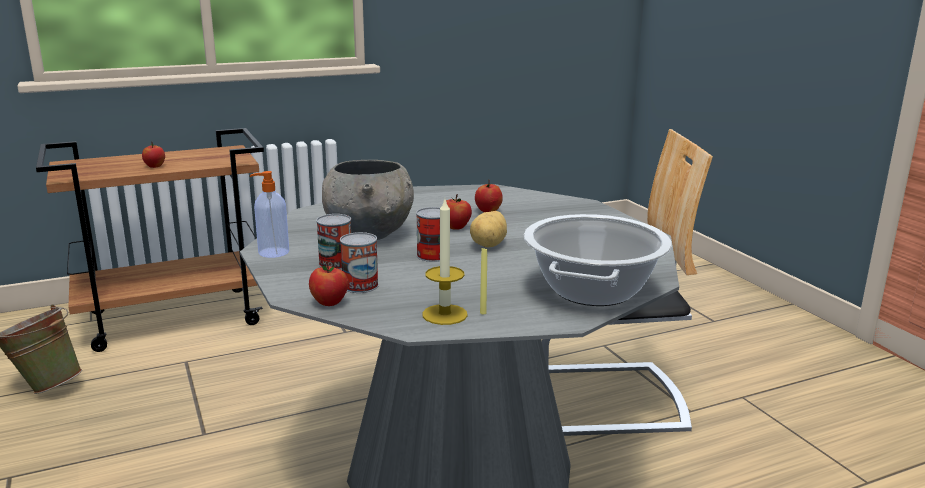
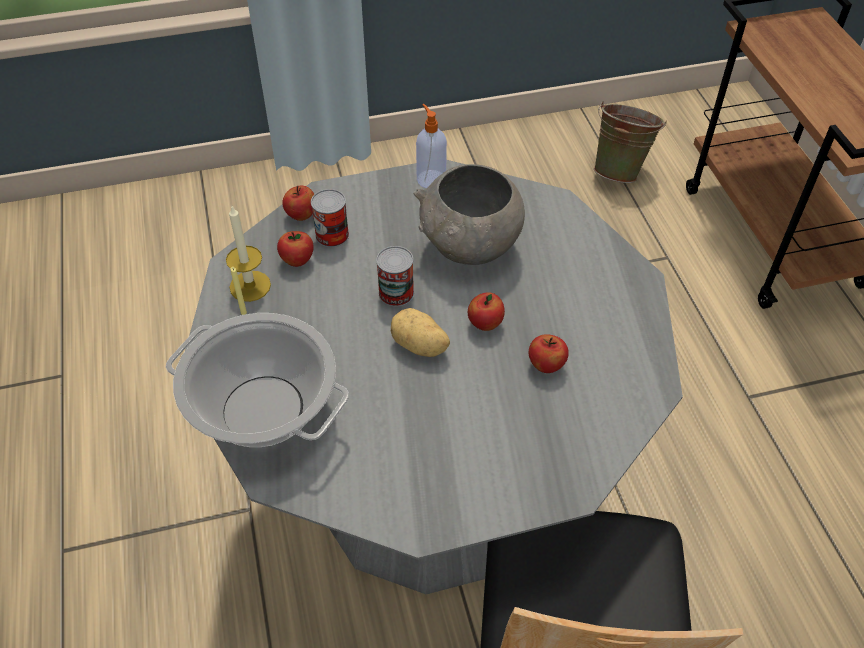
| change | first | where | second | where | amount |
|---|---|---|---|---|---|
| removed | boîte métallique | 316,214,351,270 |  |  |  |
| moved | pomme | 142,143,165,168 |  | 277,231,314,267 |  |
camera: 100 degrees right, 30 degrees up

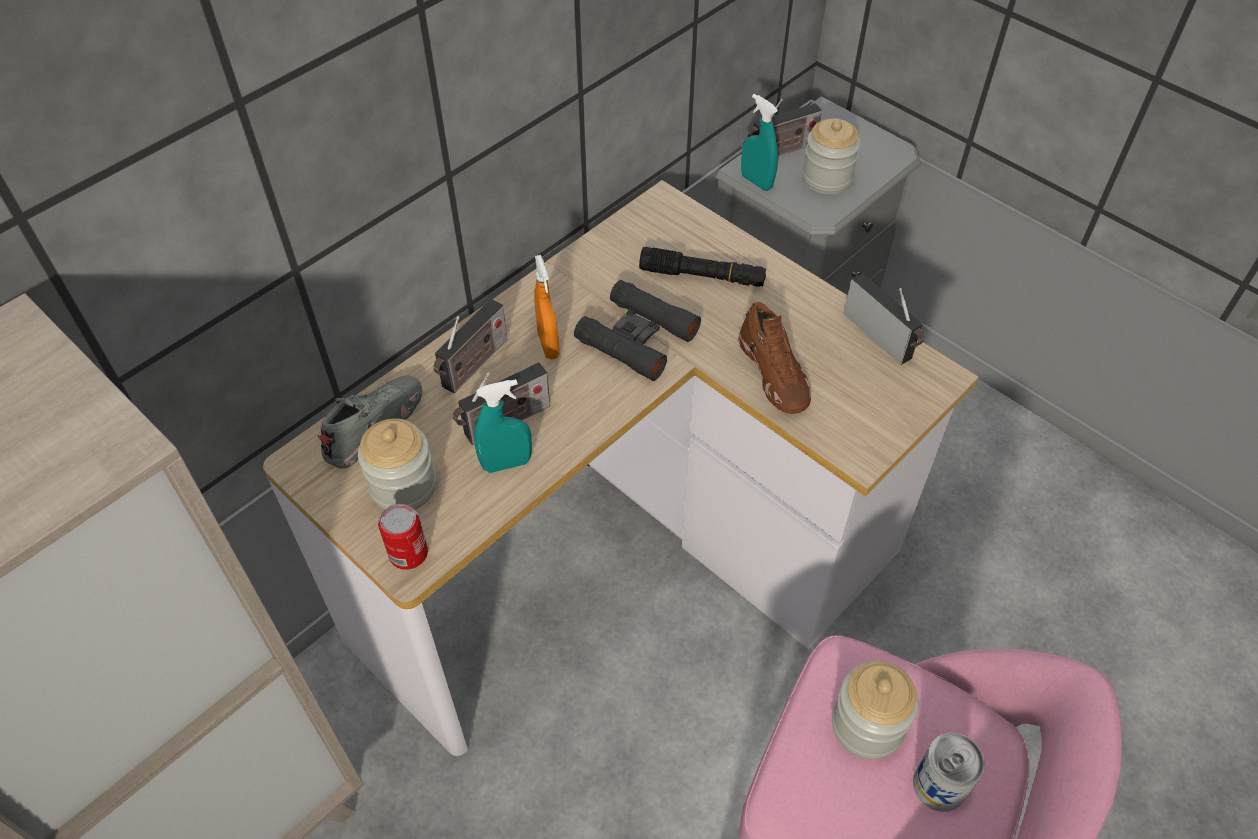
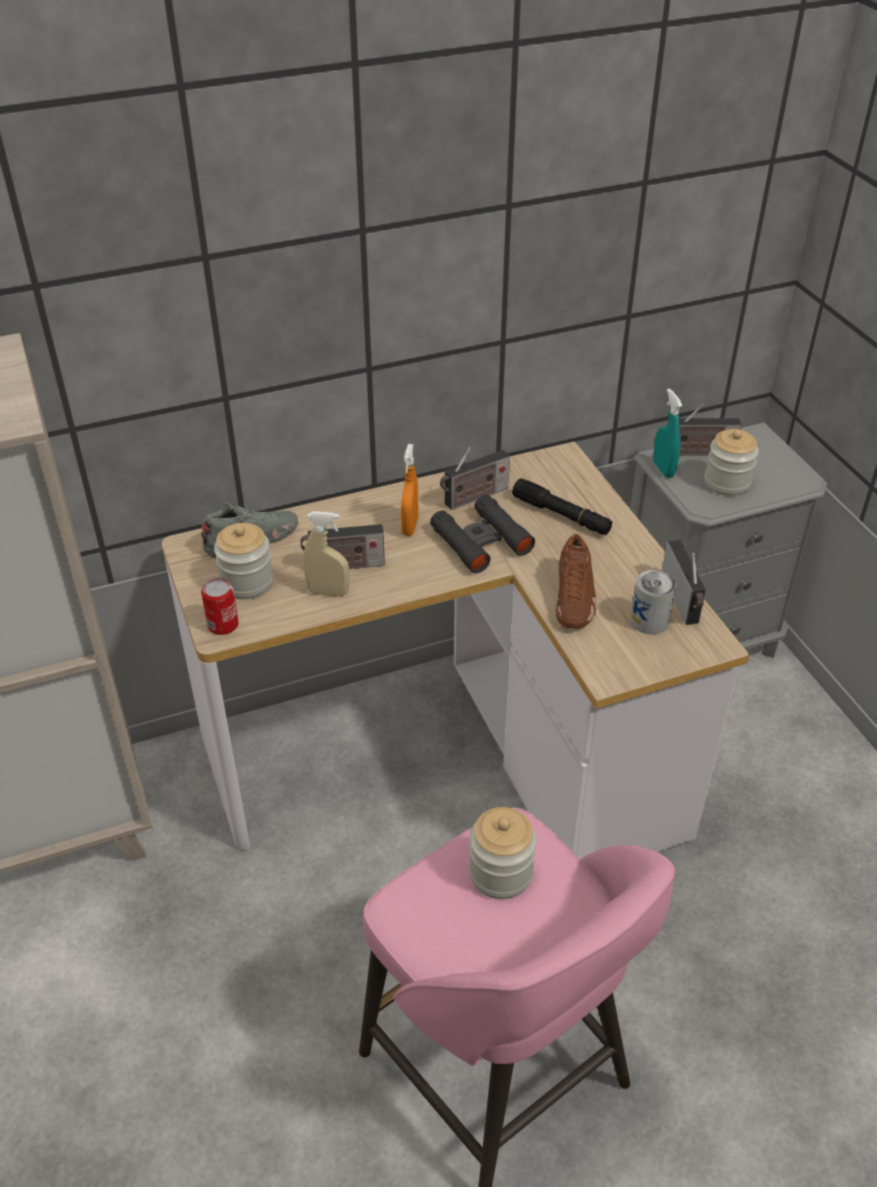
| change | first | where | second | where | amount |
|---|---|---|---|---|---|
| moved | radio | 433,299,507,393 |  | 440,447,510,510 |  |
| moved | boîte métallique | 913,733,985,812 |  | 630,570,676,635 |  |
| recoloured | vaporisateur/turquoise | 474,379,532,473 | vaporisateur/beige | 303,511,349,597 |  |
camera: 25 degrees right, 10 degrees down

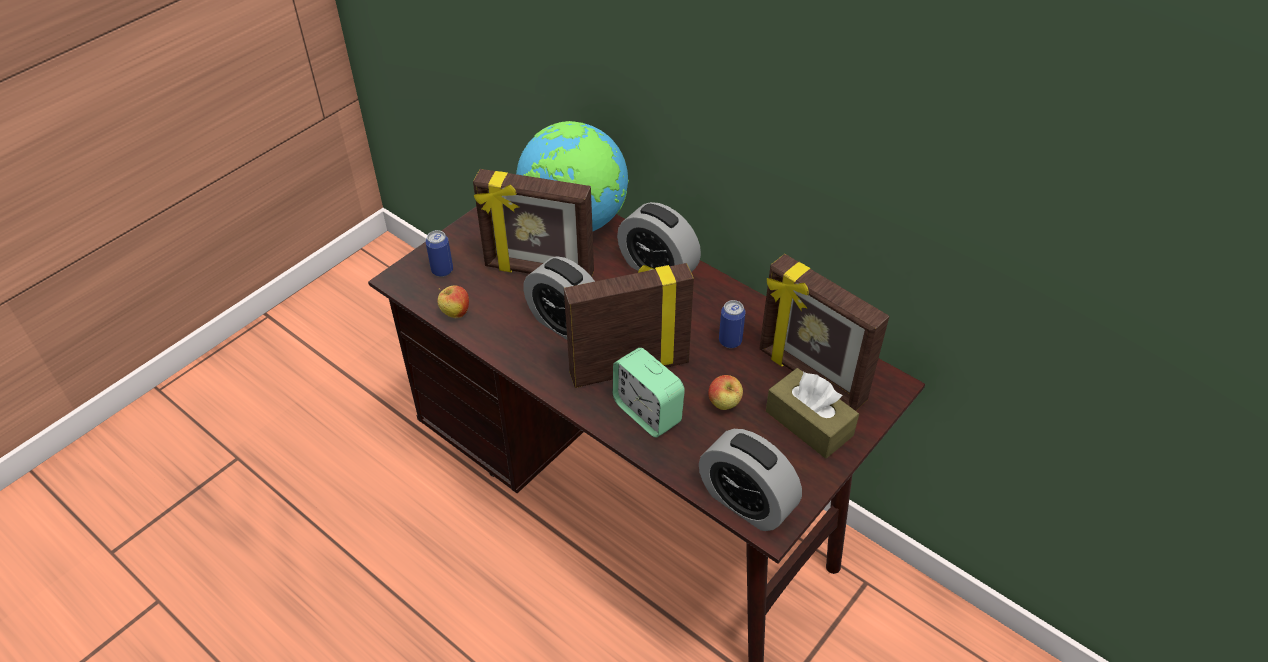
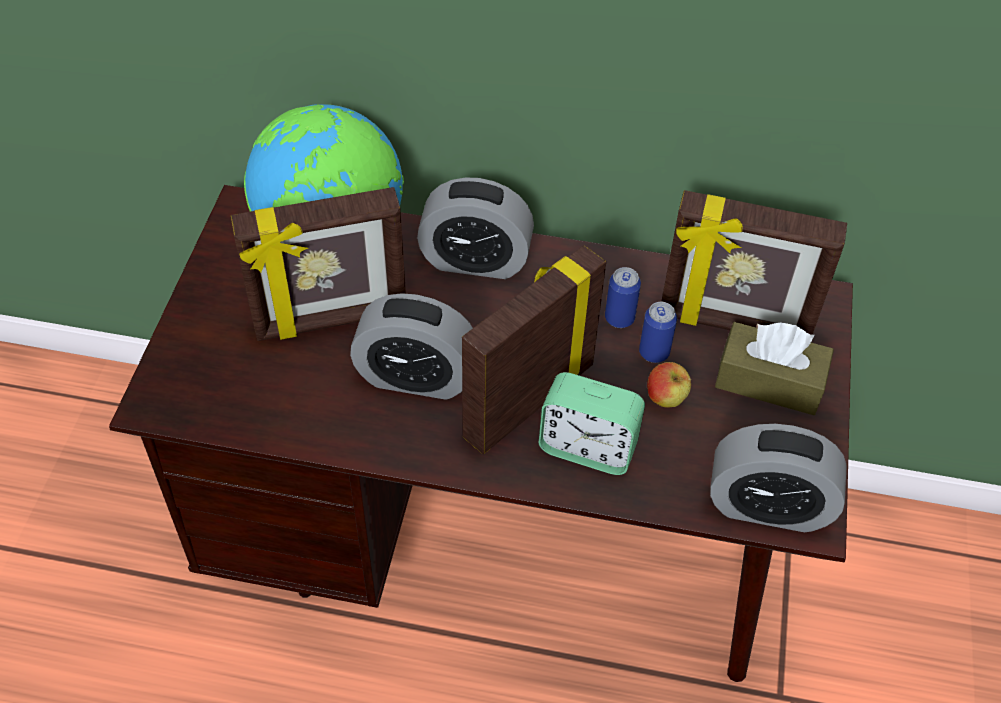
| change | first | where | second | where | amount |
|---|---|---|---|---|---|
| removed | pomme | 437,286,469,318 |  |  |  |
| moved | boîte métallique | 426,230,453,277 |  | 639,302,677,363 |  |
camera: 30 degrees left, 5 degrees up

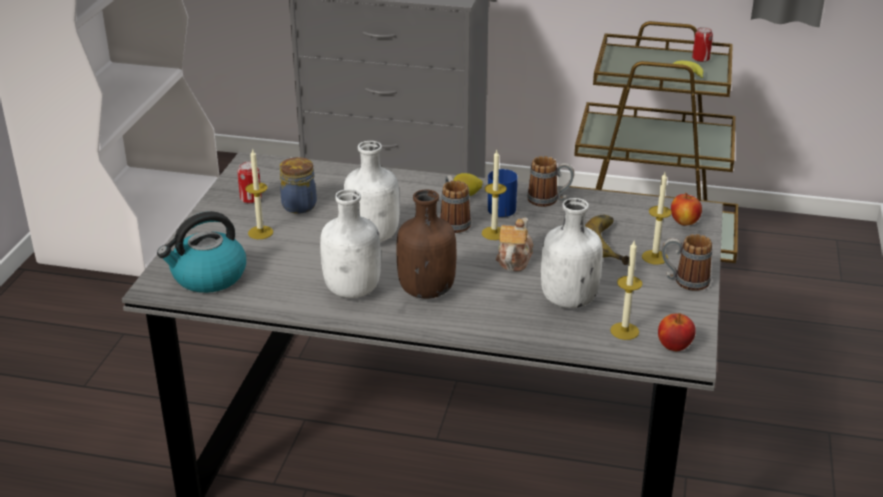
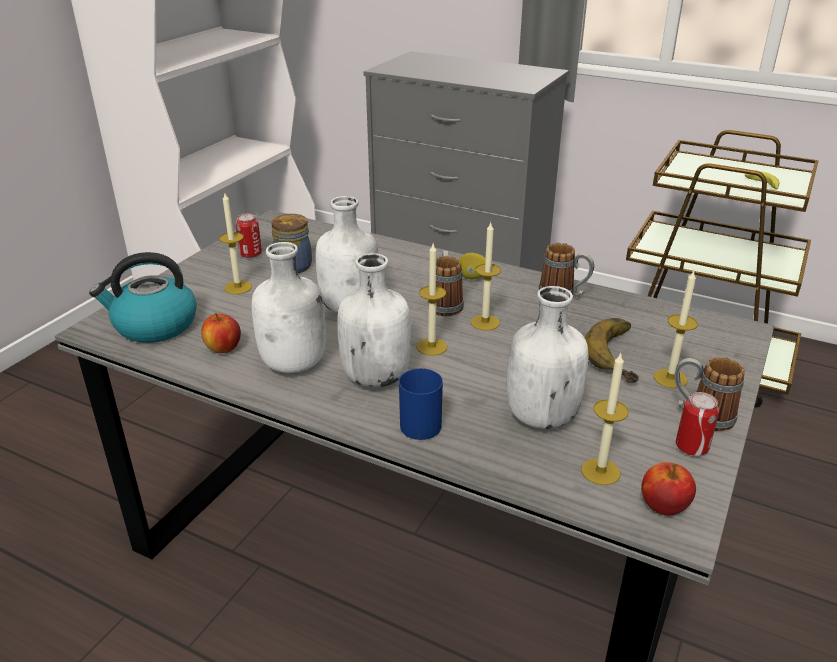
| change | first | where | second | where | amount |
|---|---|---|---|---|---|
| removed | théière | 496,218,533,271 |  |  |  |
| added |  |  | bougie | 417,244,447,356 |  |
| moved | mug/bleu | 488,169,518,217 |  | 399,367,443,440 |  |
| moved | pomme | 671,193,702,226 |  | 201,313,241,353 |  |
| moved | boîte métallique | 692,27,713,62 |  | 676,392,719,456 |  |
| recoloured | bouteille/marron | 397,189,456,299 | bouteille/blanc | 337,253,411,387 |  |
camera: 15 degrees right, 0 degrees up

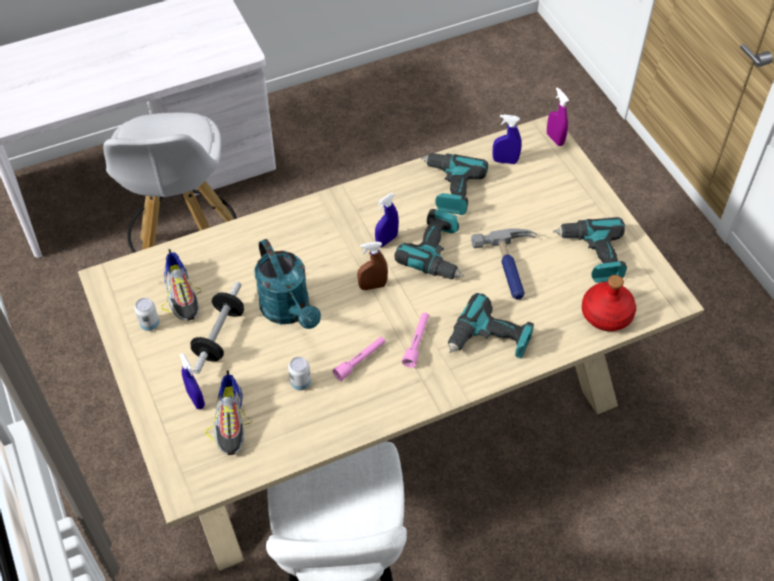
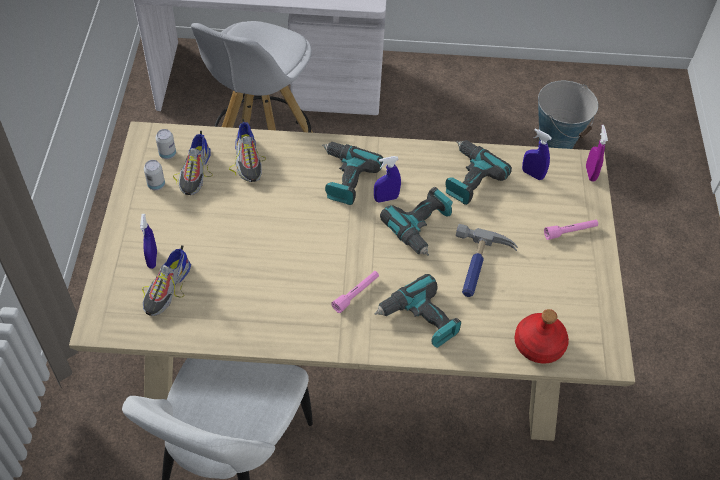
| change | first | where | second | where | amount |
|---|---|---|---|---|---|
| removed | haltère | 191,282,244,374 |  |  |  |
| removed | arrosoir/turquoise | 254,239,321,329 |  |  |  |
| removed | vaporisateur/marron | 357,242,388,290 |  |  |  |
| added |  |  | chaussure | 229,119,266,182 |  |
| added |  |  | seau | 538,81,598,149 |  |
| moved | boîte métallique | 288,357,311,391 |  | 156,129,176,159 |  |
| moved | lampe de poche/rose | 332,337,386,381 |  | 544,220,598,240 |  |
| moved | perceuse | 553,217,627,283 |  | 322,142,383,205 |  |
camera: 25 degrees right, 0 degrees up

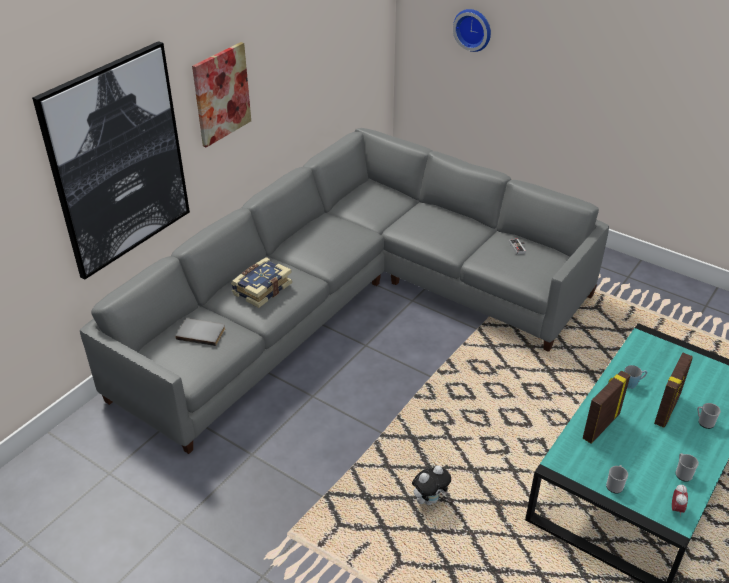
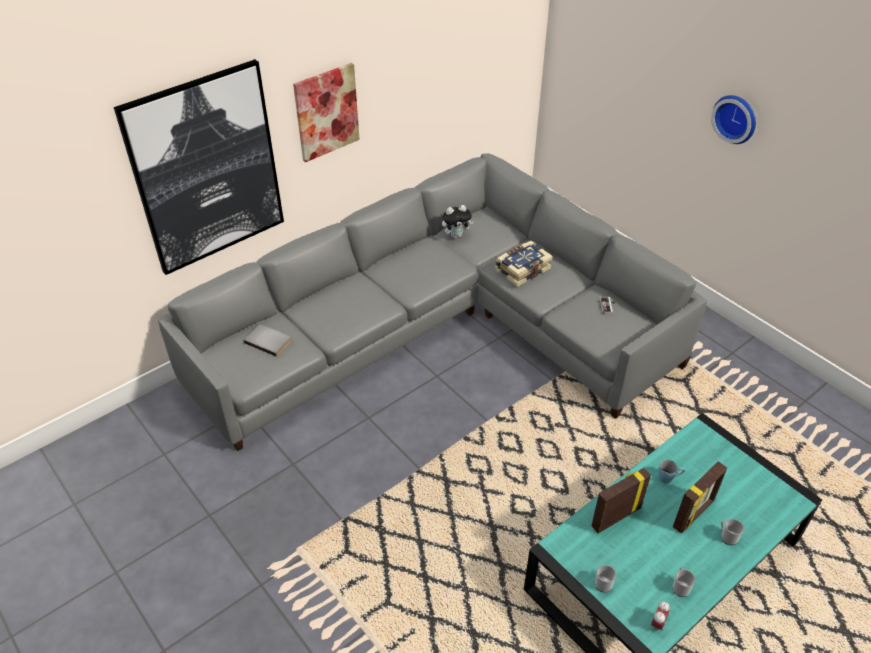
| change | first | where | second | where | amount |
|---|---|---|---|---|---|
| moved | livre | 231,257,292,308 |  | 495,241,553,287 |  |
| moved | peluche | 412,465,451,505 |  | 442,205,474,238 |  |
| moved | horloge murale | 453,9,491,52 |  | 711,95,756,144 |  |
camera: 15 degrees right, 5 degrees up

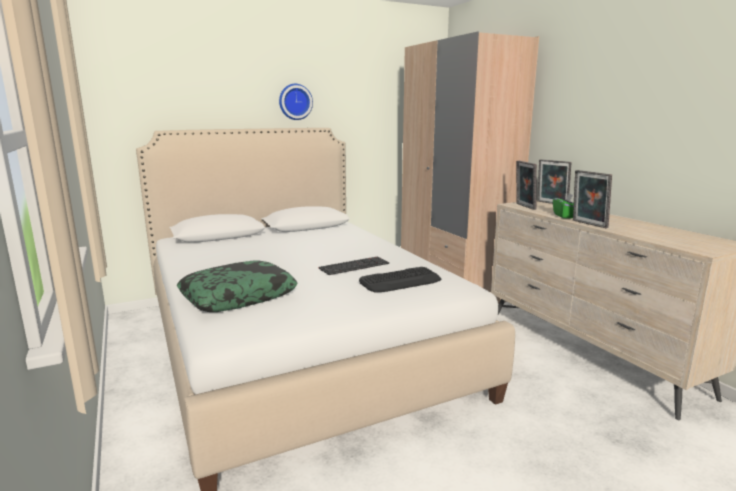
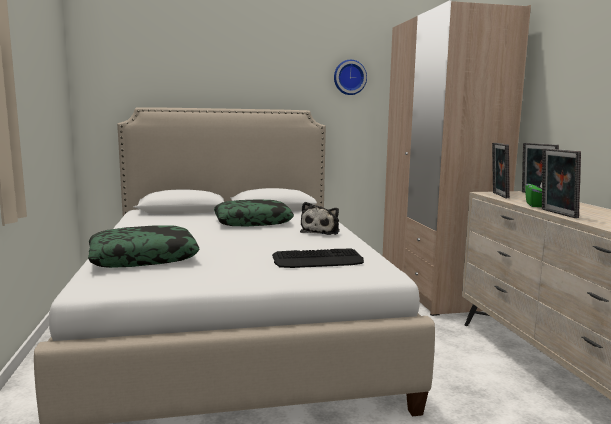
| change | first | where | second | where | amount |
|---|---|---|---|---|---|
| removed | clavier | 319,256,389,275 |  |  |  |
| added |  |  | coussin | 214,199,294,227 |  |
| added |  |  | peluche | 300,202,340,235 |  |
| moved | horloge murale | 279,84,313,120 |  | 334,60,367,95 |  |
camera: 15 degrees right, 5 degrees down

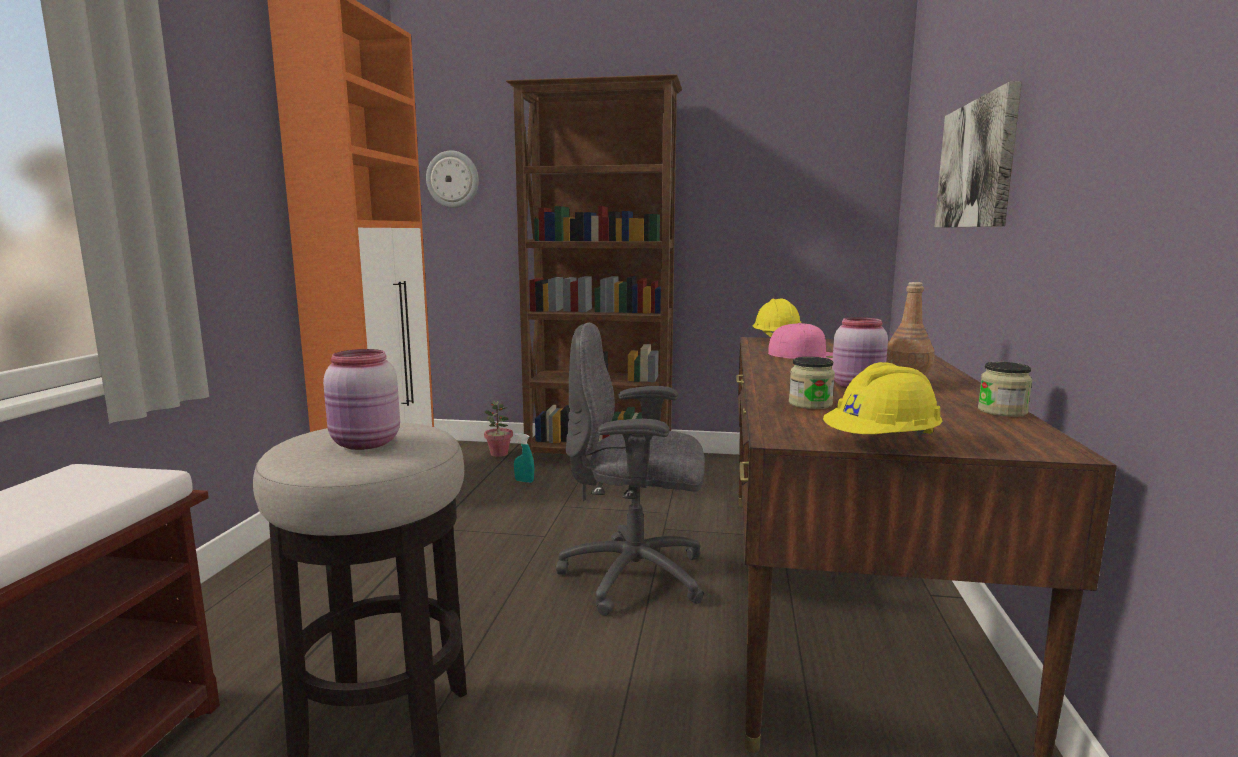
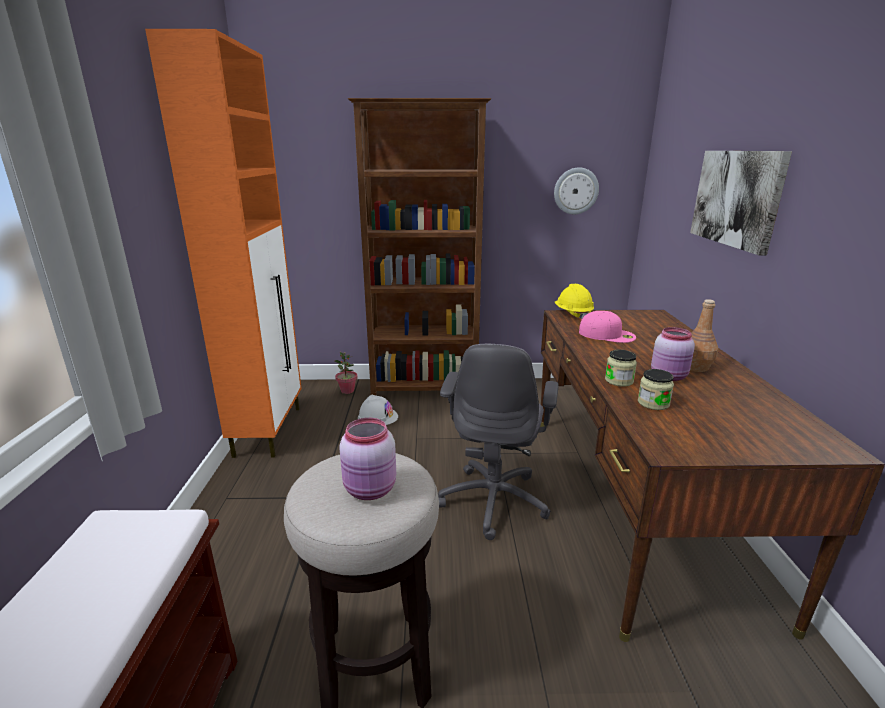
| change | first | where | second | where | amount |
|---|---|---|---|---|---|
| removed | casque de chantier/jaune | 823,362,943,436 |  |  |  |
| moved | horloge murale | 426,150,479,208 |  | 554,167,599,214 |  |
| moved | bocal | 978,362,1032,417 |  | 605,350,637,387 |  |
| replaced | vaporisateur/turquoise | 514,433,534,483 | casque de chantier/blanc | 358,395,398,425 |  |
| turned | chaise de bureau/gris | 556,323,705,616 |  | 438,344,559,540 | 75 degrees counterclockwise |
camera: 10 degrees left, 10 degrees up

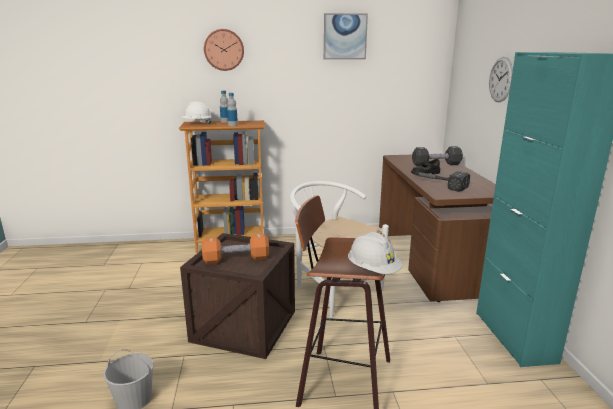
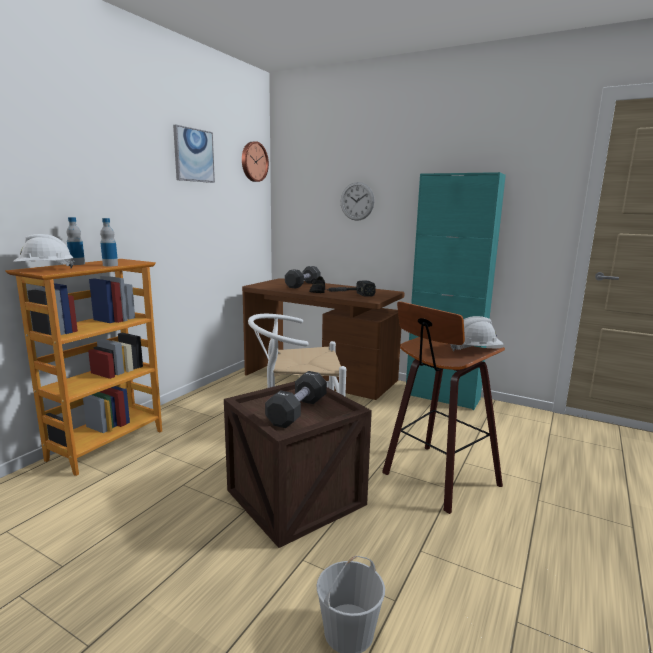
| change | first | where | second | where | amount |
|---|---|---|---|---|---|
| moved | horloge murale | 204,29,244,71 |  | 242,141,269,182 |  |
| recoloured | haltère/orange | 202,233,269,264 | haltère/noir | 265,371,327,428 |  |
camera: 55 degrees left, 5 degrees down

